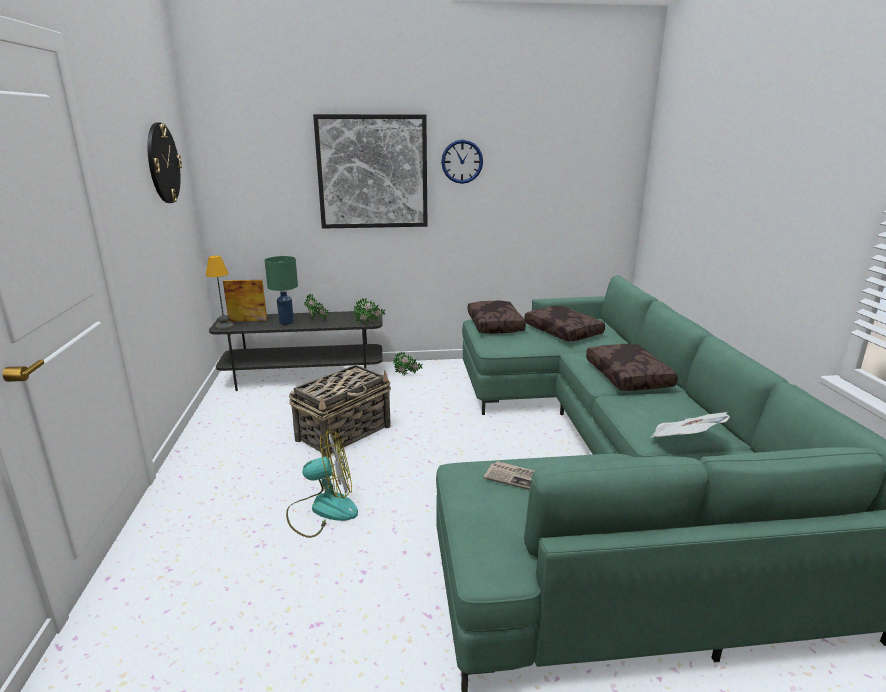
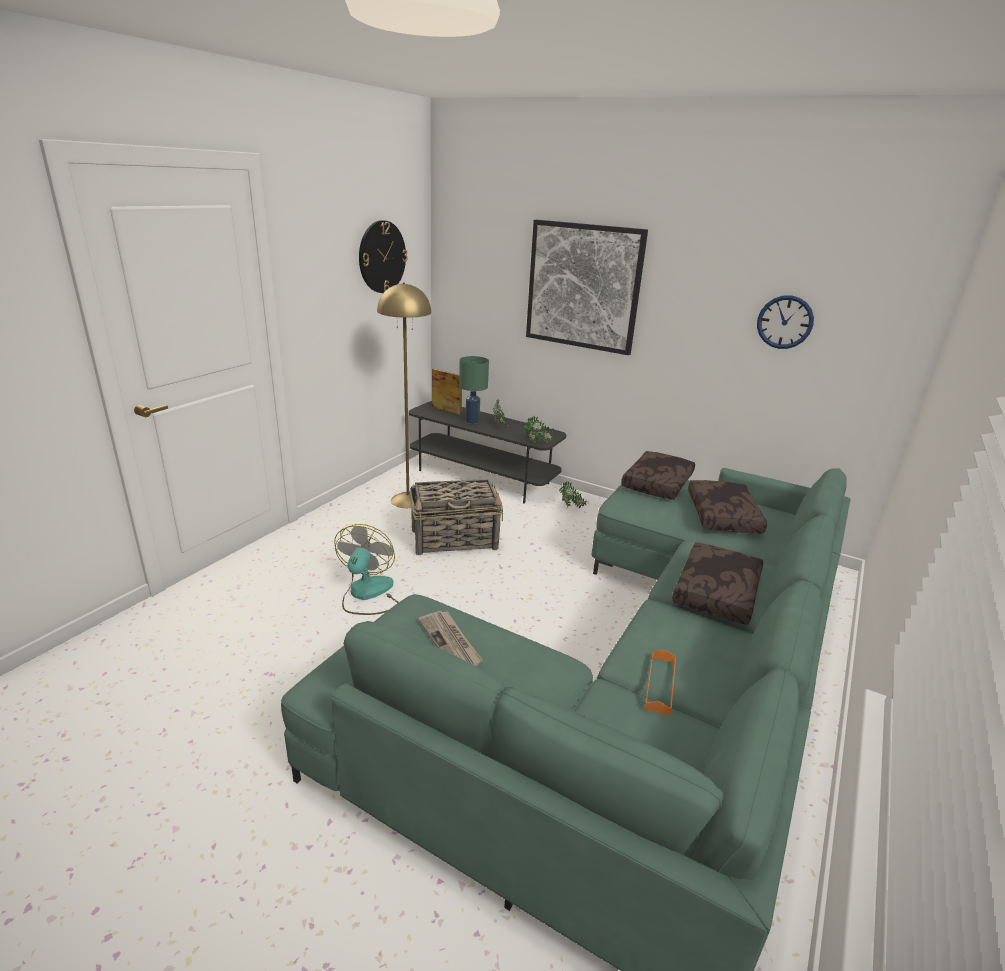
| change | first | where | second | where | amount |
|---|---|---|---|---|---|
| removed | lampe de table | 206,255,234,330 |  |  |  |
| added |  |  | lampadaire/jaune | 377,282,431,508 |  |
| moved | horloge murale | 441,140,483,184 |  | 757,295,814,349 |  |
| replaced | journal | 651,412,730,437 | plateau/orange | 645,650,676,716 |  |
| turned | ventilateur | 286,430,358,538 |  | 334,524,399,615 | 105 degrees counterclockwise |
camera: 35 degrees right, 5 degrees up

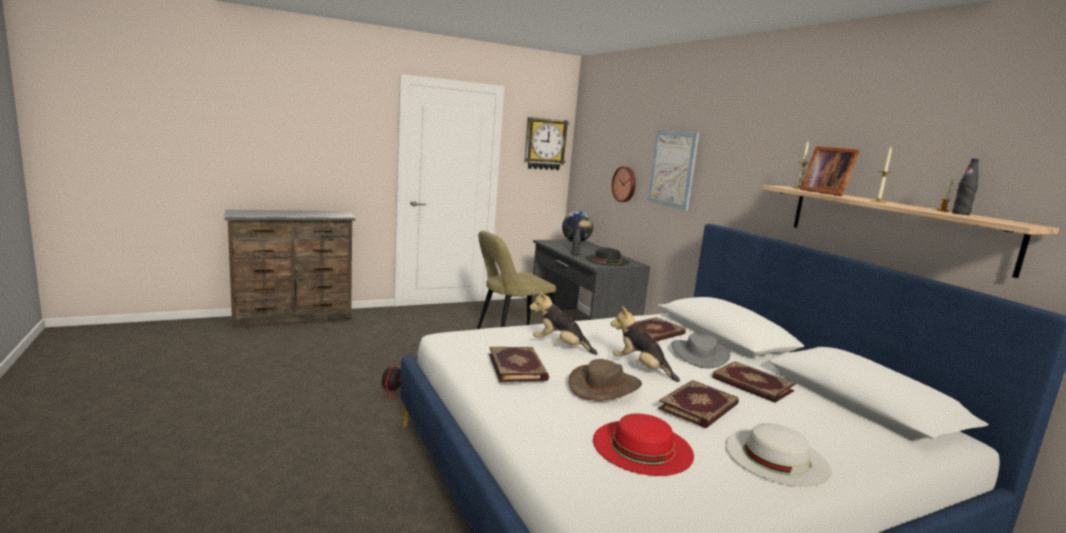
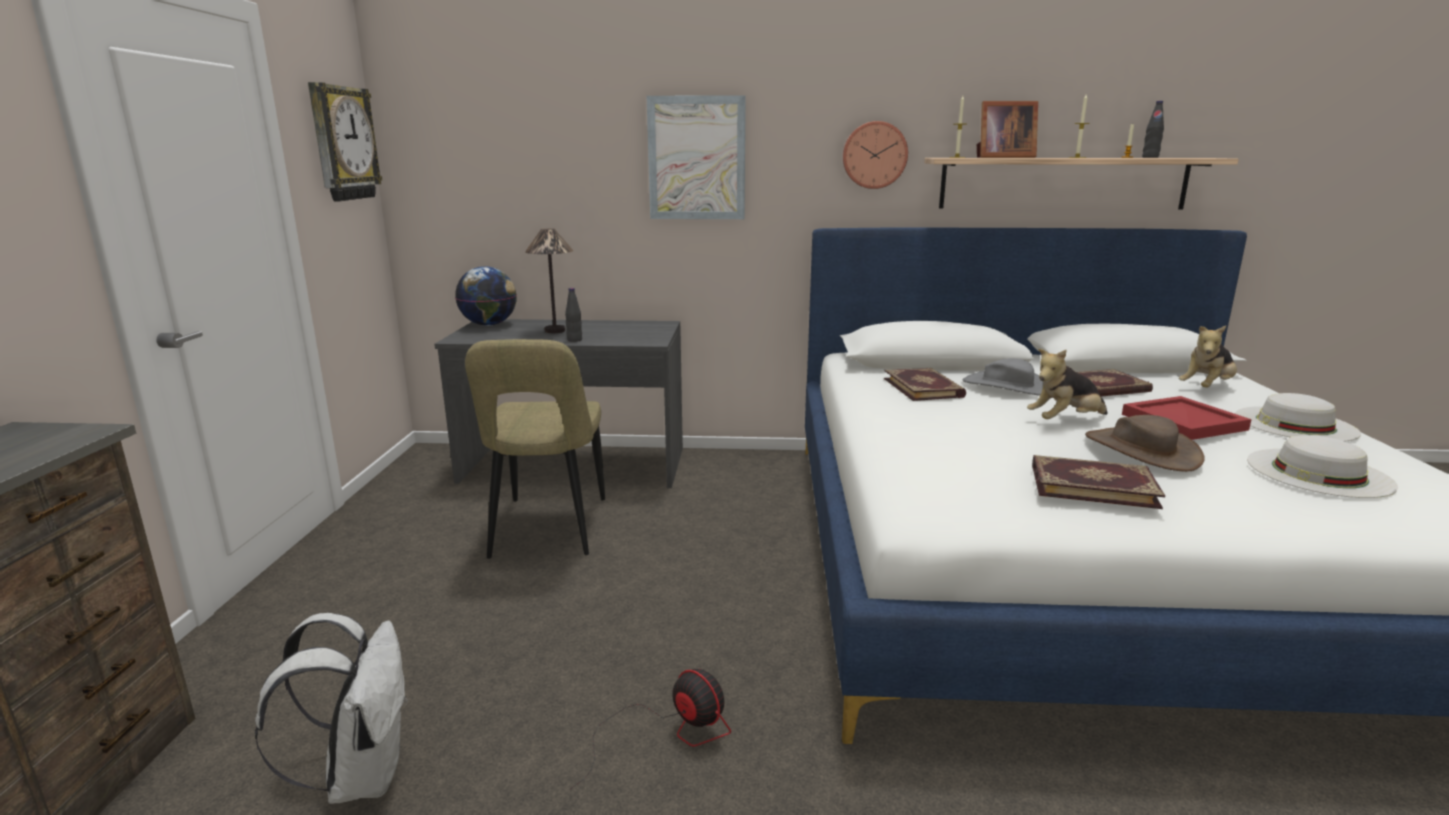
| change | first | where | second | where | amount |
|---|---|---|---|---|---|
| removed | chapeau/noir | 585,248,630,266 |  |  |  |
| added |  |  | sac à dos/blanc | 255,613,408,804 |  |
| added |  |  | lampe de table | 525,228,573,333 |  |
| moved | peluche | 529,290,598,355 |  | 1178,326,1237,387 |  |
| moved | horloge murale | 612,166,636,202 |  | 842,121,908,189 |  |
| replaced | livre | 658,380,739,428 | plateau/rouge | 1122,396,1252,440 |  |
| recoloured | chapeau/rouge | 593,413,694,476 | chapeau/blanc | 1247,435,1398,498 |  |
camera: 60 degrees left, 5 degrees up

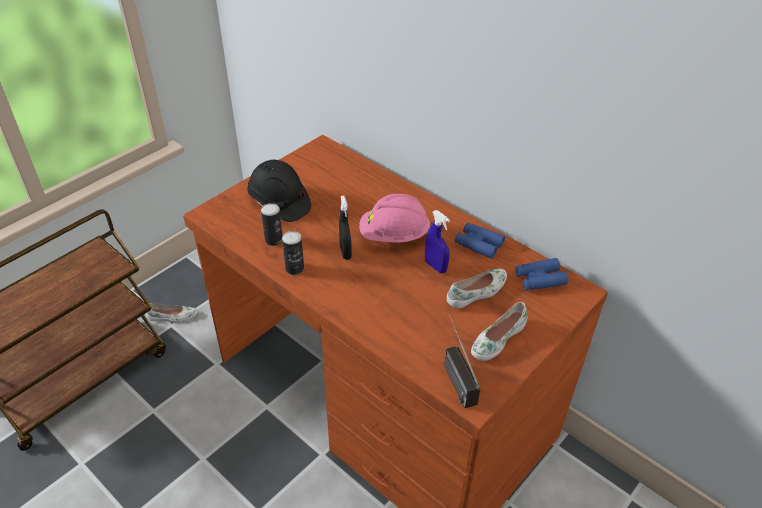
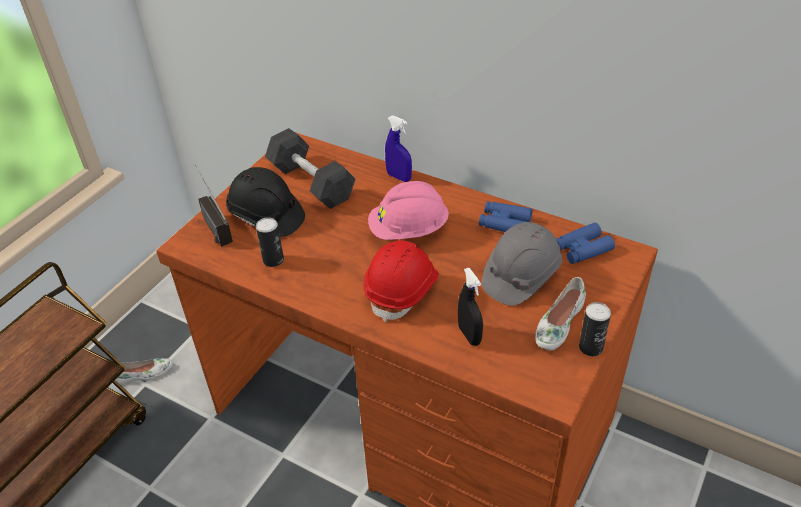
| change | first | where | second | where | amount |
|---|---|---|---|---|---|
| added |  |  | haltère/noir | 265,128,356,209 |  |
| added |  |  | casque de chantier/rouge | 363,240,439,322 |  |
| moved | boîte métallique | 282,231,304,275 |  | 579,302,611,356 |  |
| moved | vaporisateur/noir | 339,195,352,260 |  | 458,268,483,346 |  |
| moved | vaporisateur/bleu | 425,210,450,273 |  | 385,115,412,182 |  |
| moved | radio | 444,310,480,408 |  | 195,165,233,247 |  |
| replaced | chaussure/blanc | 447,269,507,309 | casque de chantier/gris | 482,222,562,306 |  |
camera: 10 degrees left, 0 degrees up

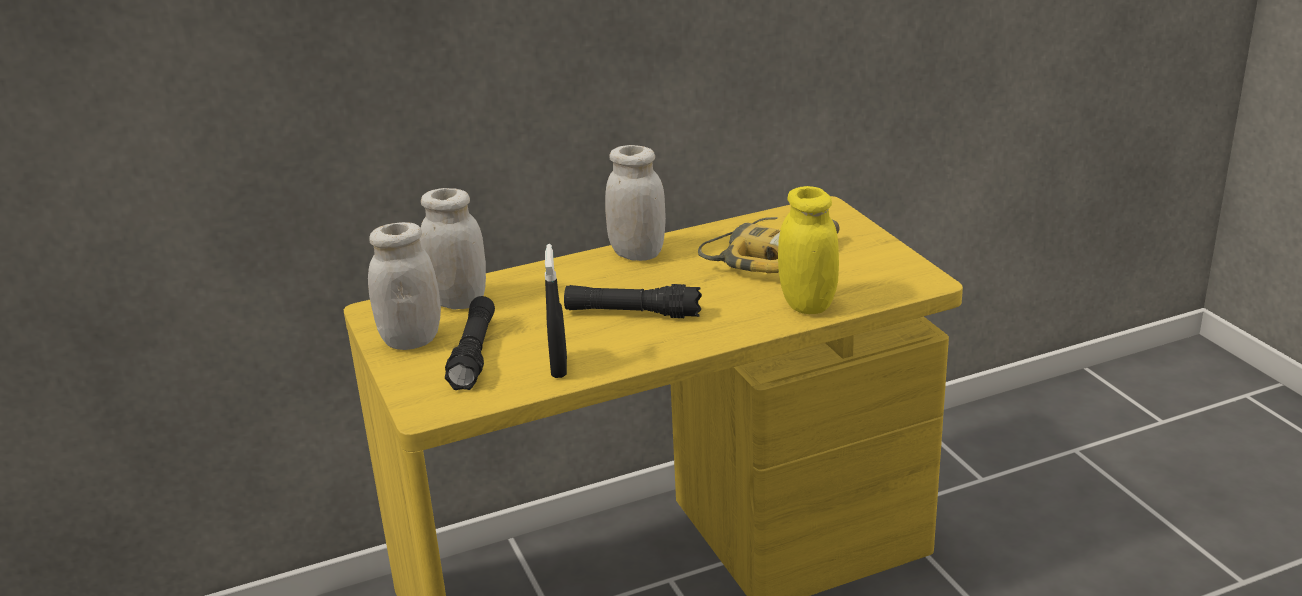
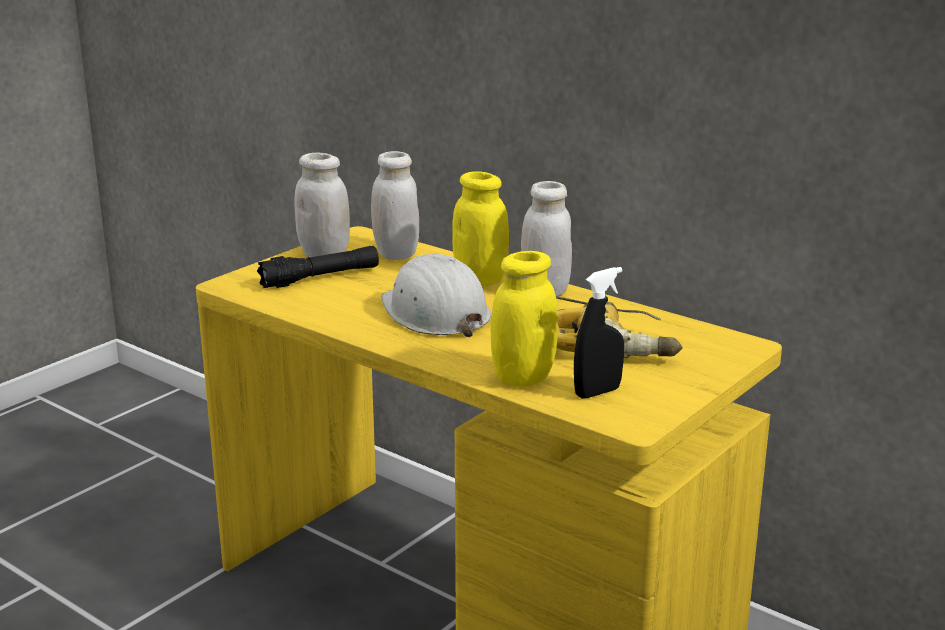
| change | first | where | second | where | amount |
|---|---|---|---|---|---|
| added |  |  | bocal/jaune | 452,171,509,285 |  |
| moved | vaporisateur/noir | 545,244,567,378 |  | 574,267,624,398 |  |
| replaced | lampe de poche/noir | 564,284,702,318 | casque de chantier/blanc | 381,254,491,337 |  |
camera: 60 degrees right, 5 degrees down

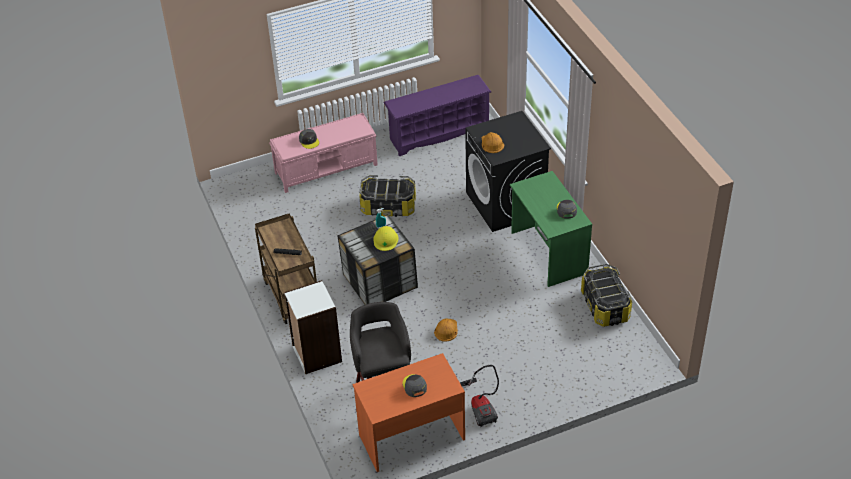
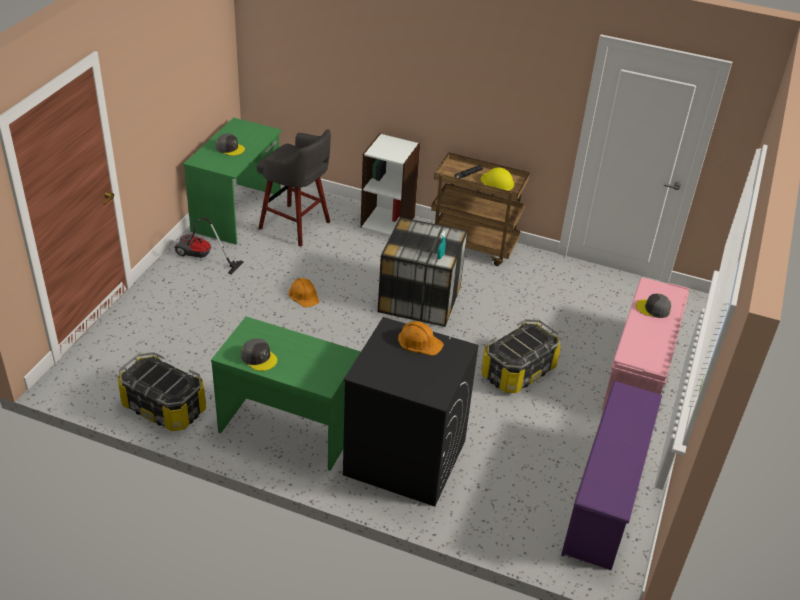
| change | first | where | second | where | amount |
|---|---|---|---|---|---|
| moved | casque de chantier/jaune | 373,226,399,251 |  | 481,167,514,191 |  |
| recoloured | bureau/orange | 352,353,465,472 | bureau/vert | 184,117,282,245 |  |
camera: 130 degrees right, 5 degrees down

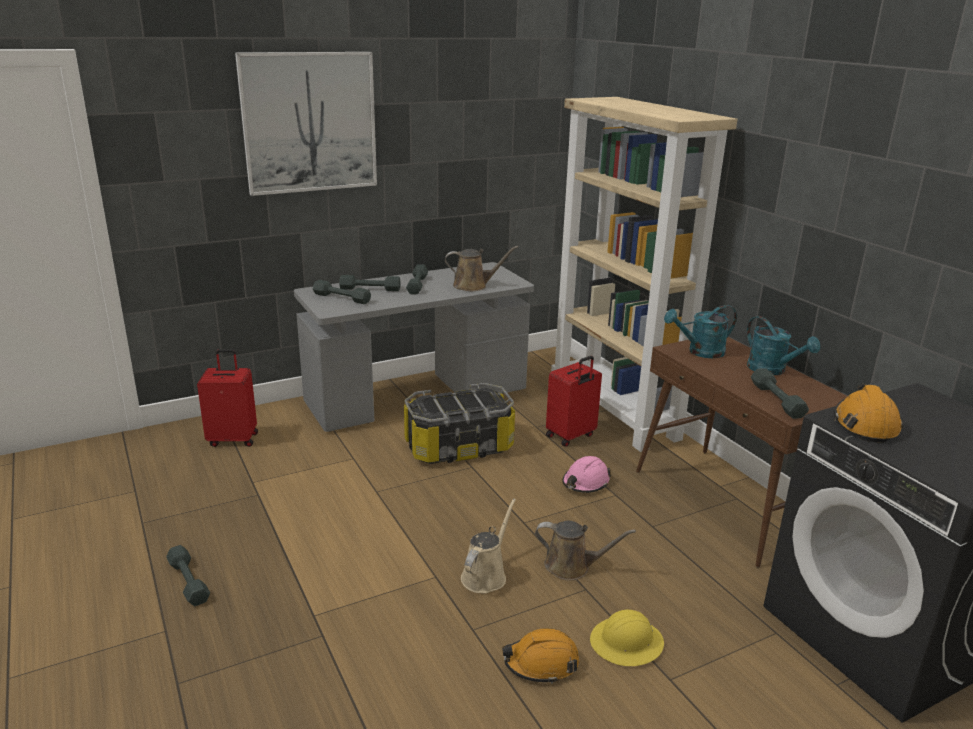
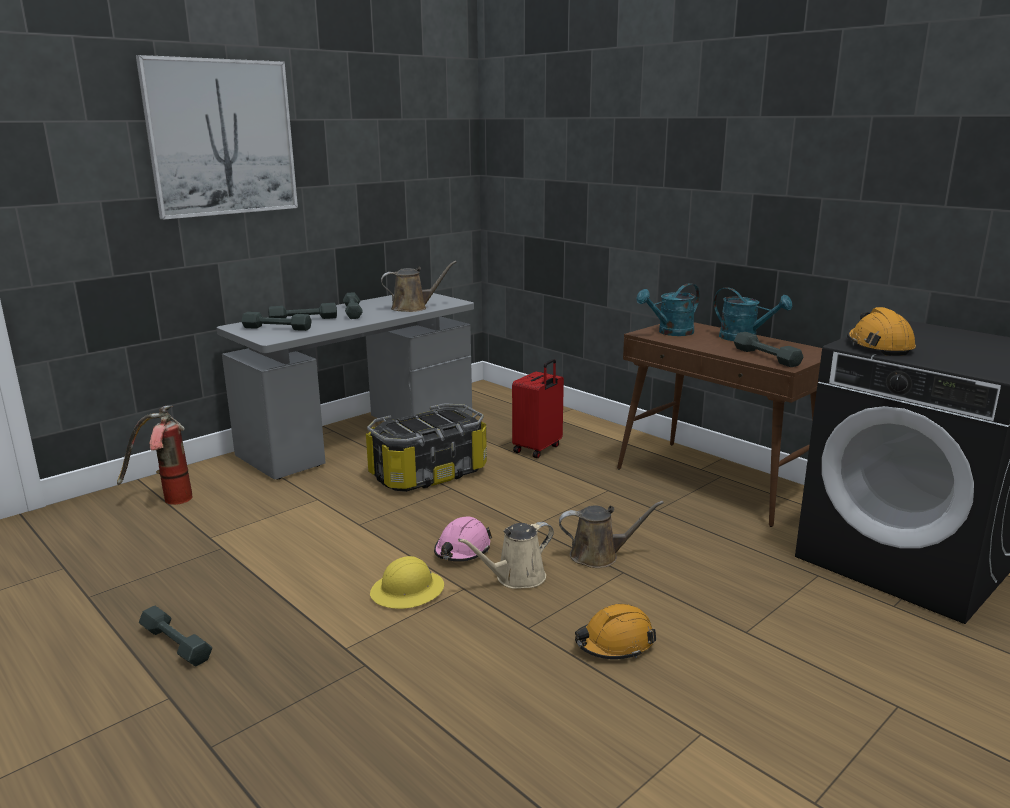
| change | first | where | second | where | amount |
|---|---|---|---|---|---|
| removed | bibliothèque/beige | 551,97,738,452 |  |  |  |
| moved | casque de chantier/rose | 562,456,611,493 |  | 434,516,492,561 |  |
| moved | casque de chantier/jaune | 590,610,664,666 |  | 370,556,444,609 |  |
| replaced | valise/rouge | 197,349,258,447 | extincteur | 117,405,193,505 |  |
| turned | arrosoir/beige | 461,499,516,593 |  | 458,522,554,589 | 135 degrees counterclockwise |
camera: 15 degrees left, 5 degrees down

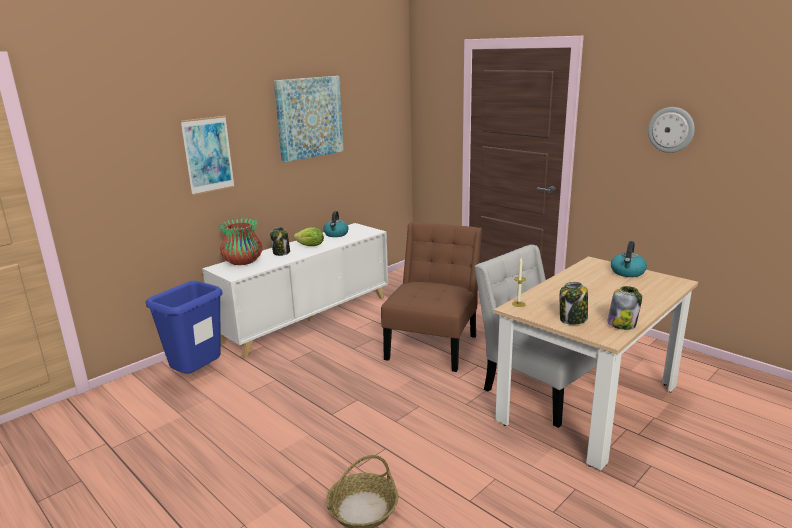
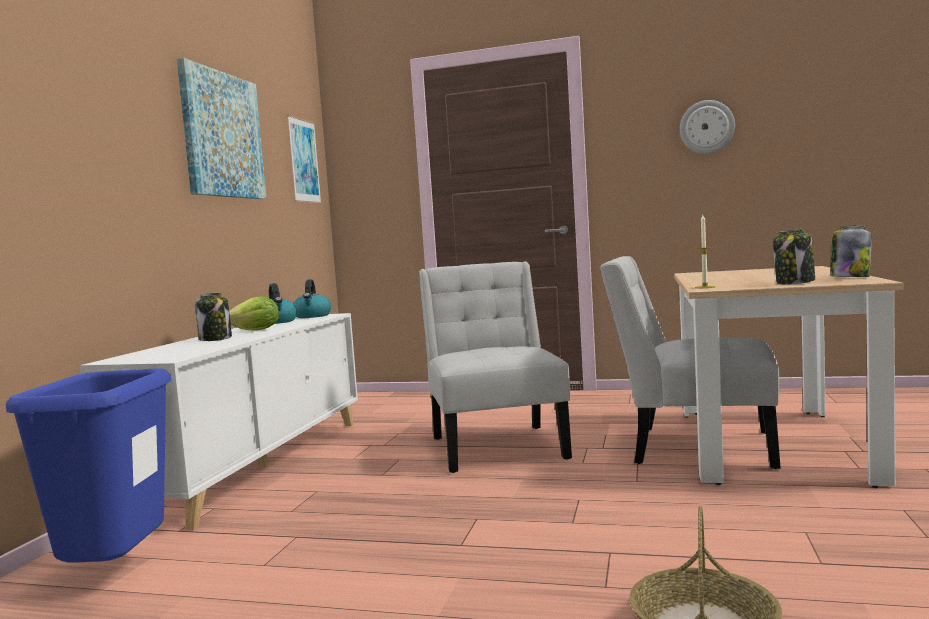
| change | first | where | second | where | amount |
|---|---|---|---|---|---|
| removed | vase | 219,219,263,265 |  |  |  |
| moved | tableau | 180,116,235,195 |  | 287,115,322,204 |  |
| moved | bouilloire | 611,241,647,277 |  | 293,279,331,318 |  |
| recoloured | chaise/marron | 381,222,482,372 | chaise/blanc | 419,261,572,473 |  |
camera: 30 degrees left, 15 degrees down

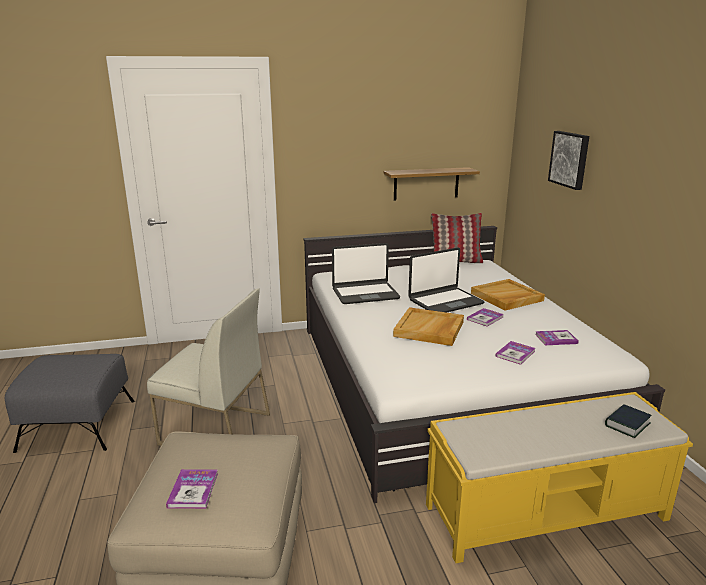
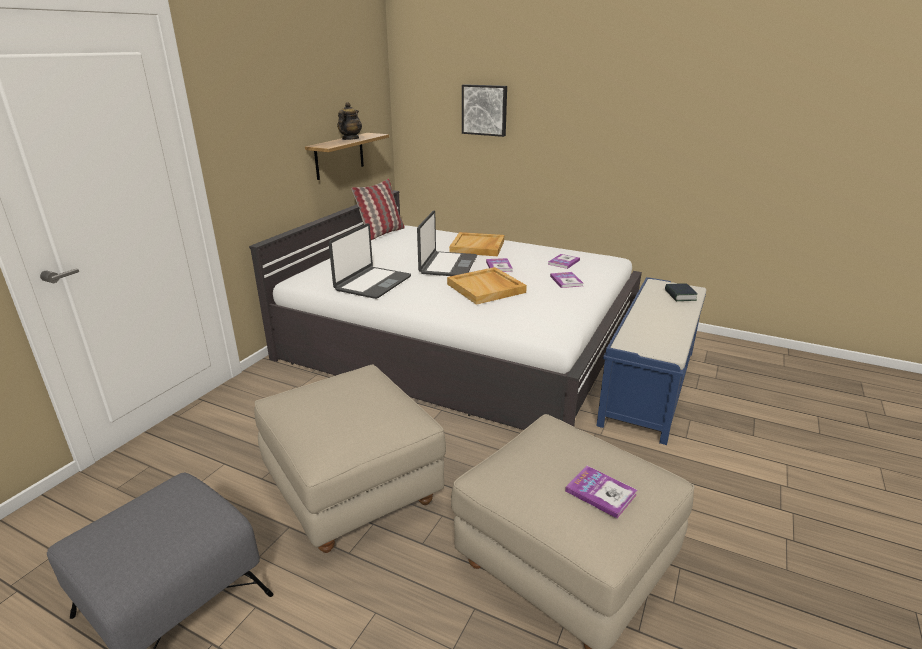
| change | first | where | second | where | amount |
|---|---|---|---|---|---|
| added |  |  | théière | 337,102,362,140 |  |
| replaced | chaise/blanc | 147,288,270,446 | pouf/beige | 254,364,446,553 |  |
| recoloured | banc/jaune | 426,392,693,563 | banc/bleu | 596,277,706,445 |  |
camera: 50 degrees left, 5 degrees up

